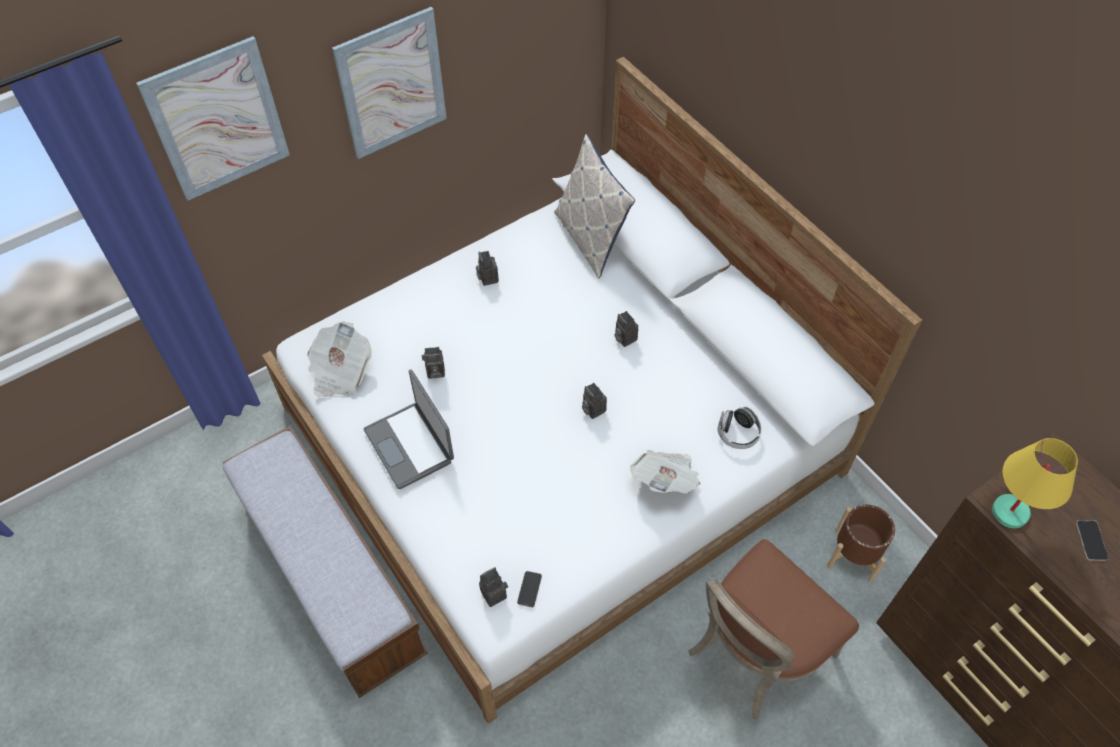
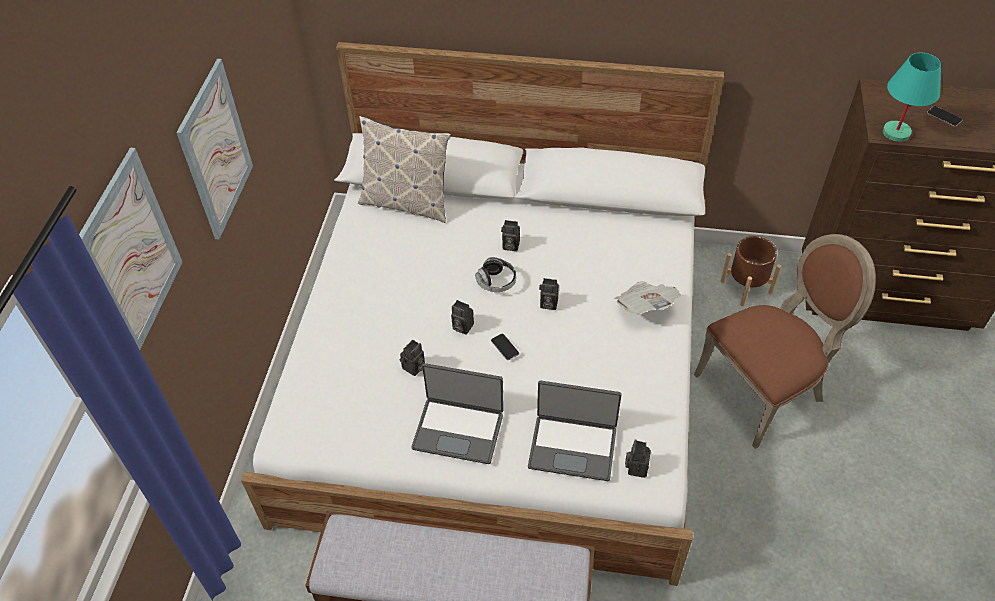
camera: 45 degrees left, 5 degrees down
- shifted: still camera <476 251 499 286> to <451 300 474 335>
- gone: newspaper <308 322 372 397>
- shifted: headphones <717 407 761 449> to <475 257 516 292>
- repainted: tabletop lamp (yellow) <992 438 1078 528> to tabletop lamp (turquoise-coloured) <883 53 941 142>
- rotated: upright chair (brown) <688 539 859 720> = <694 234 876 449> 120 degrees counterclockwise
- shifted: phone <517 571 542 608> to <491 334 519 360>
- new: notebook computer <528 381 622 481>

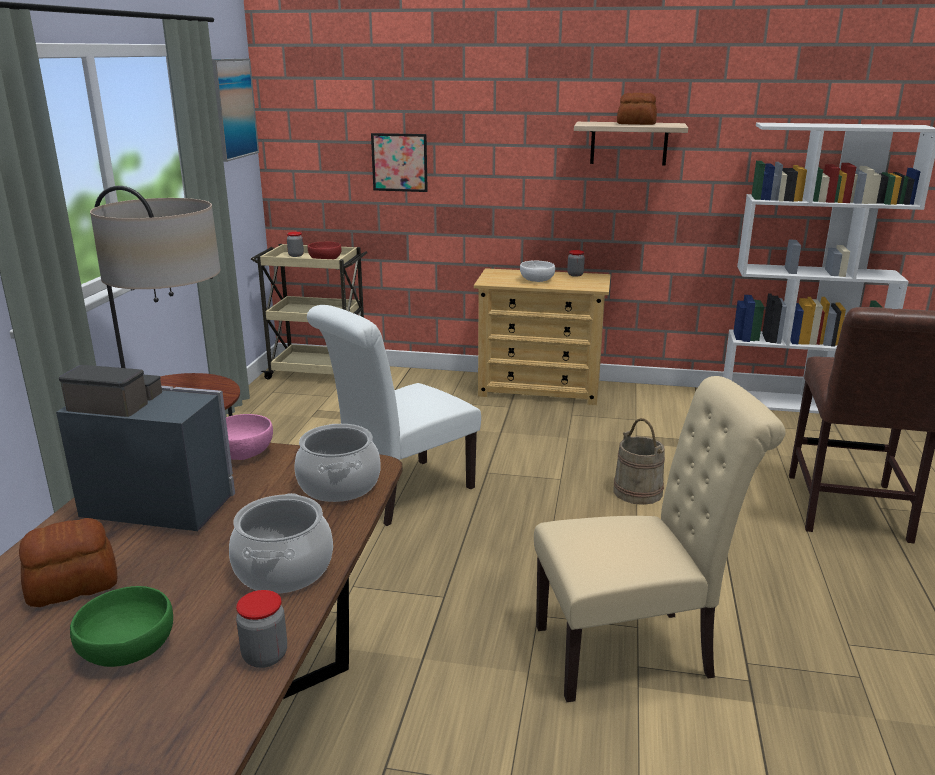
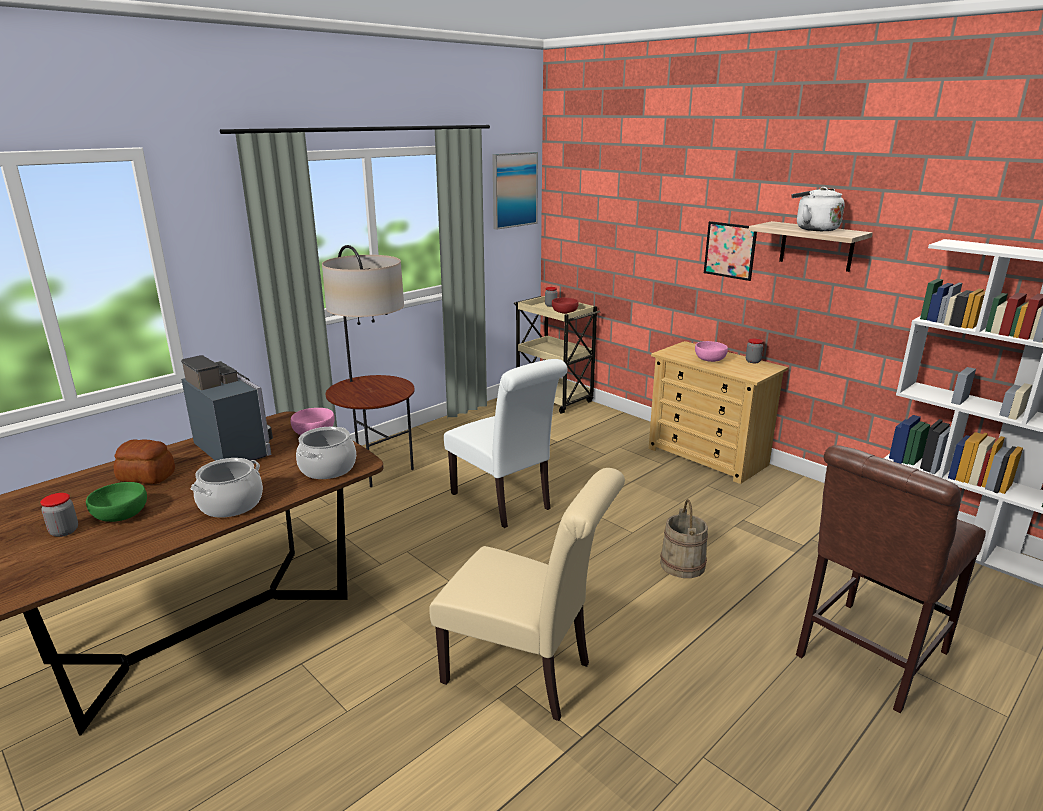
camera: 35 degrees right, 0 degrees up
- swapped: baked bread <617 93 657 125> to tea kettle (white) <792 187 845 231>
- shifted: picture <371 133 428 192> to <704 221 757 281>
- repainted: serving bowl (white) <520 261 555 282> to serving bowl (pinkish) <695 341 728 362>
- rotated: upright chair (white) <307 305 481 526> = <444 359 568 528> 120 degrees counterclockwise
- shifted: preserve jar <236 590 287 668> to <40 493 78 537>

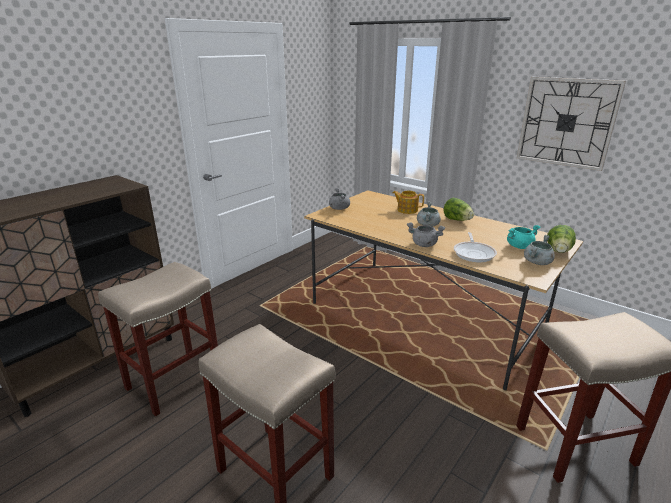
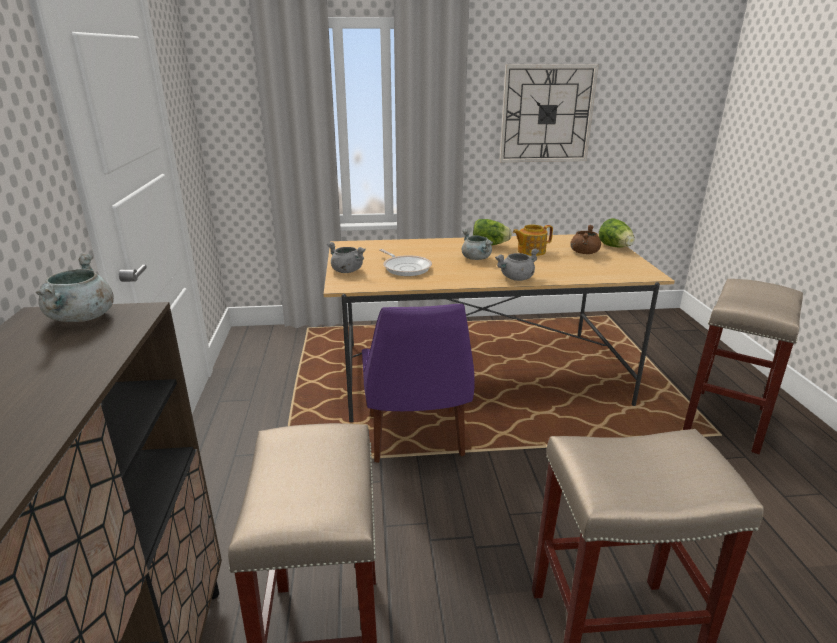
camera: 45 degrees left, 0 degrees up
- shifted: pot for tea <393 191 424 214> to <513 225 553 256>
- repainted: saucepot (turquoise-coloured) <507 225 540 249> to saucepot (brown) <570 225 601 254>
- shifted: pan <454 232 497 262> to <379 249 432 276>
- shifted: saucepot (grey) <524 235 555 265> to <36 254 114 322>
- new: upright chair (purple-coloured) <362 304 475 463>

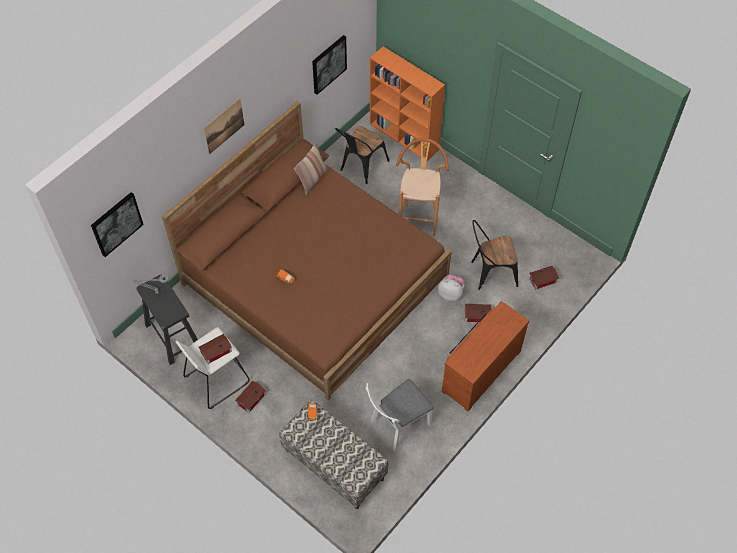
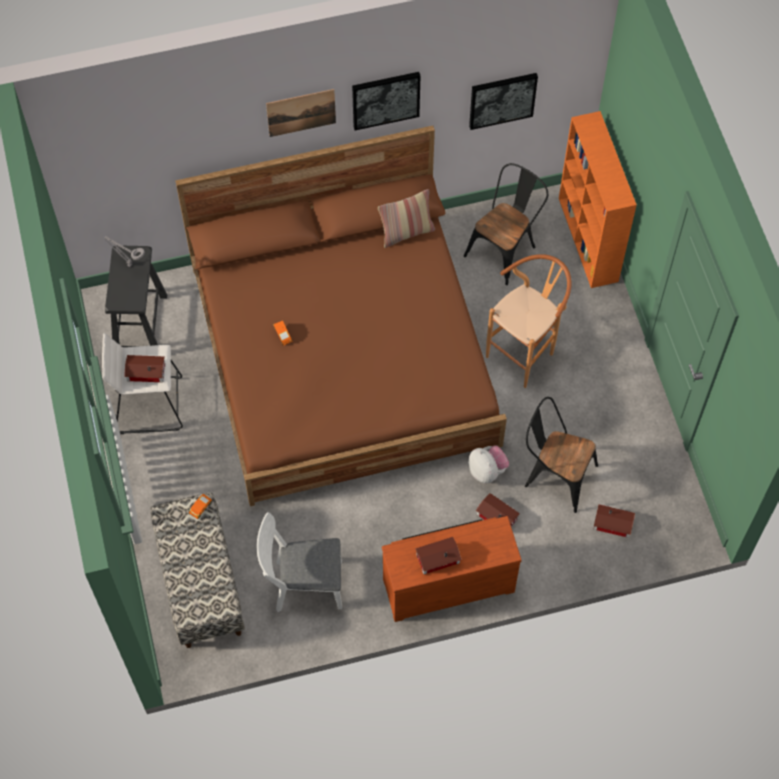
camera: 35 degrees right, 5 degrees up
- rotated: upright chair (black) <335 126 389 184> = <464 163 548 285> 150 degrees clockwise
- shifted: picture <91 192 144 257> to <352 72 420 130>
- shifted: toy house <235 381 266 413> to <415 537 462 575>

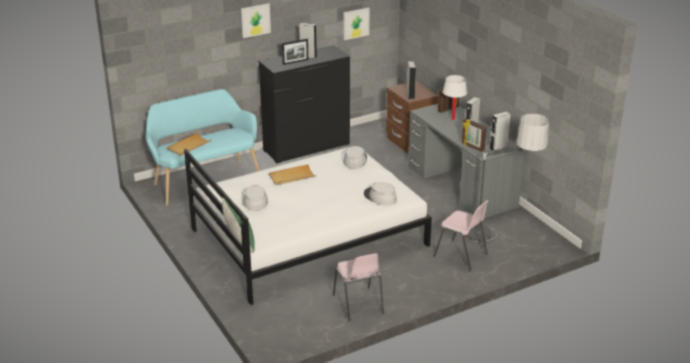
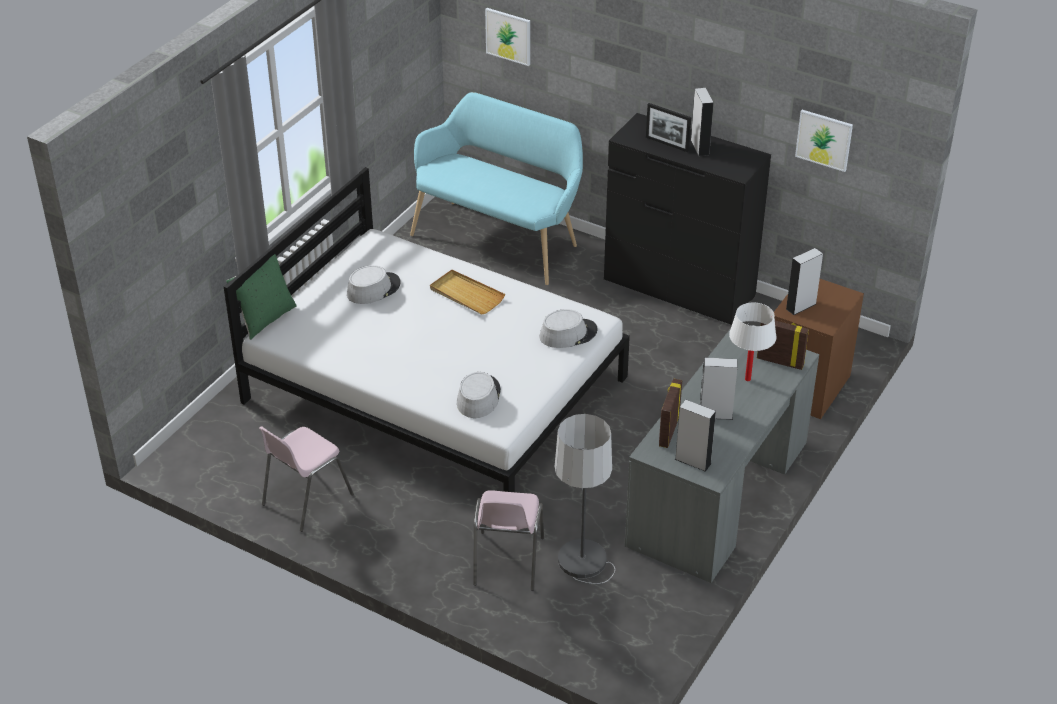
camera: 60 degrees right, 10 degrees up
- shifted: picture <241 3 271 38> to <485 8 530 66>
- gone: carrying tray (beige-coloured) <167 133 212 156>

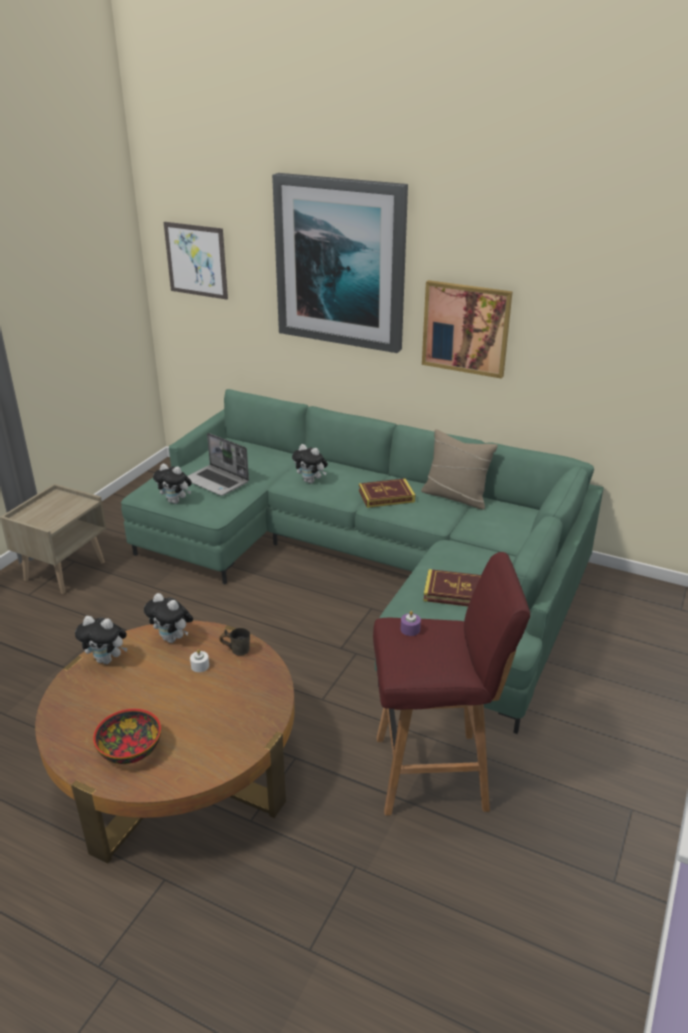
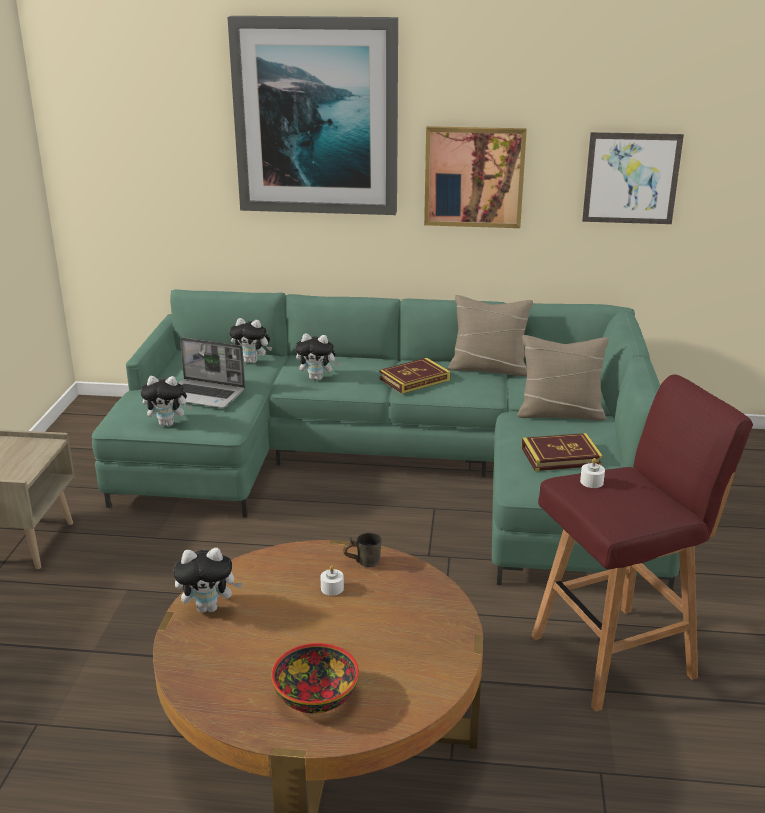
camera: 20 degrees left, 5 degrees down
- shifted: picture <164 222 228 300> to <582 132 684 224>
- shifted: plush toy <144 593 193 643> to <229 318 272 364>
- repainted: wax light (purple-coloured) <401 611 421 636> to wax light (white) <580 458 605 488>
- new: cushion (beige-coloured) <517 335 609 421>

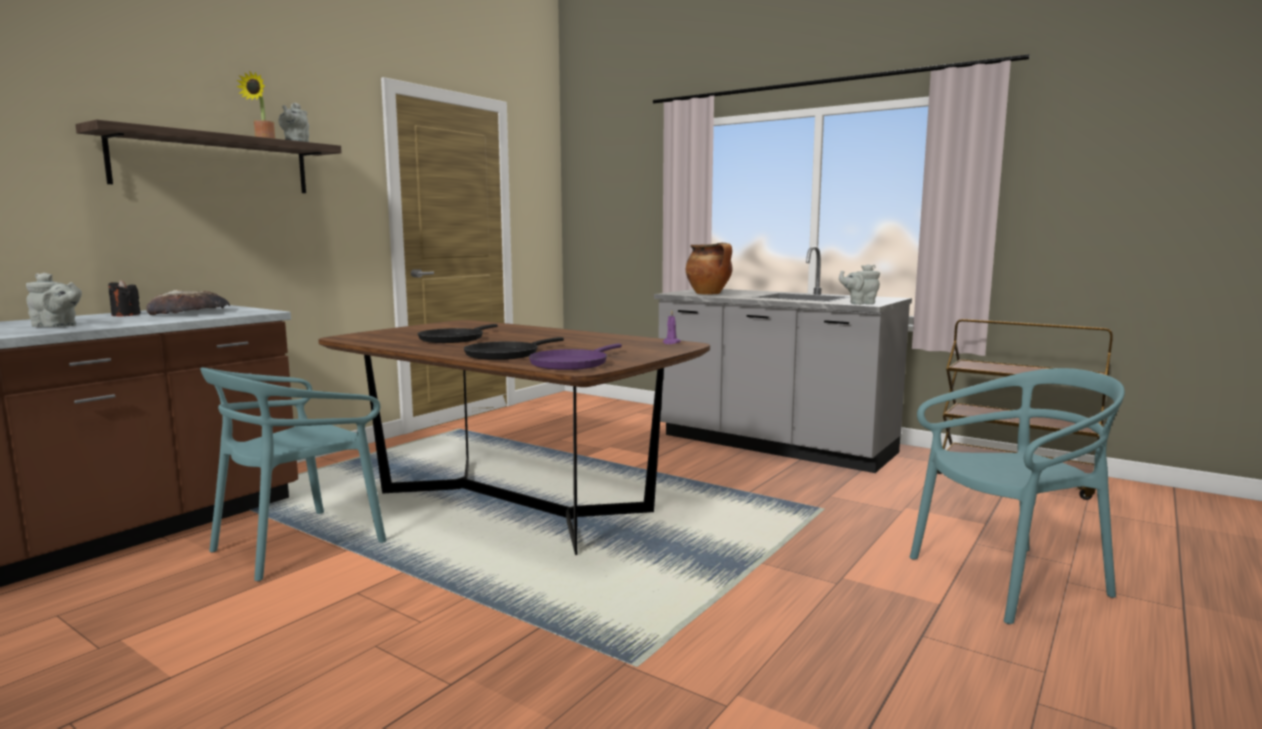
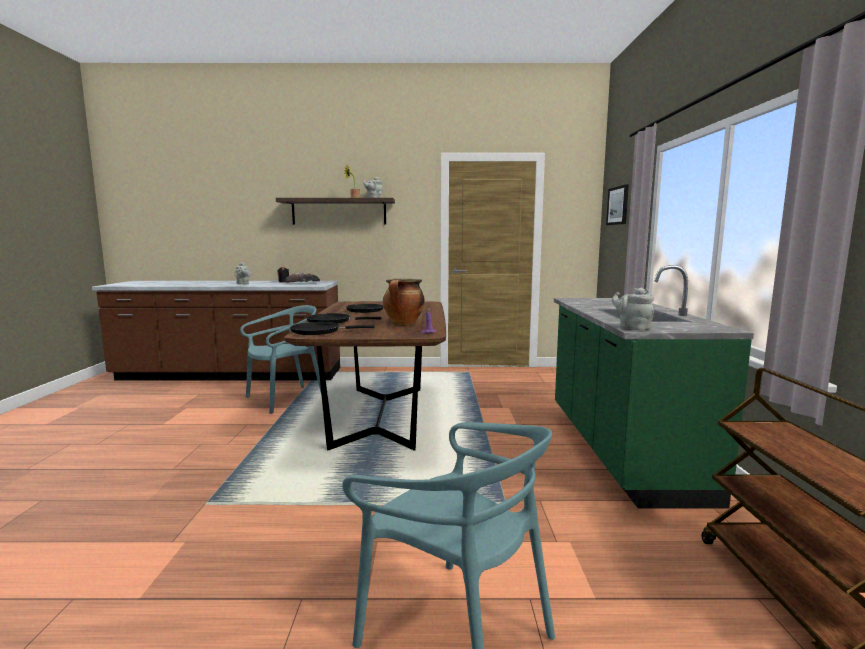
camera: 55 degrees right, 0 degrees up
- shifted: saucepot <686 243 732 295> to <383 279 425 325>
- repainted: counter (grey) <654 246 912 473> to counter (greenish) <554 265 754 509>
- repainted: pan (purple-coloured) <529 344 622 370> to pan (black) <290 322 375 335>
- rotated: upright chair (turquoise-coloured) <200 367 387 581> = <240 305 322 414> 135 degrees clockwise
- new: picture <606 184 629 225>

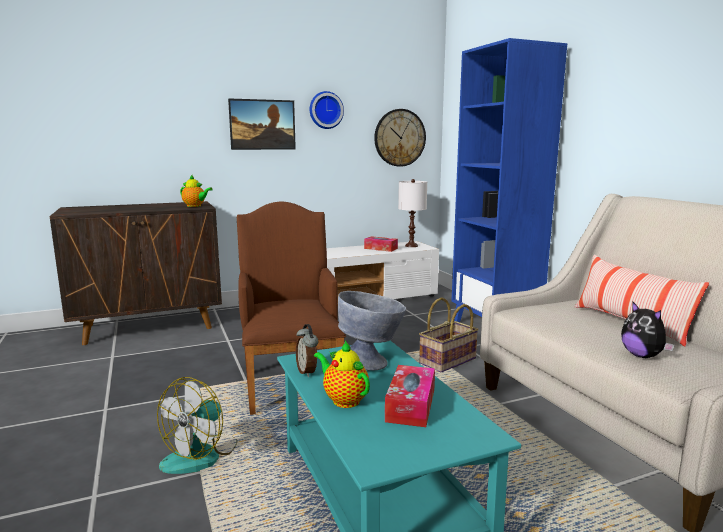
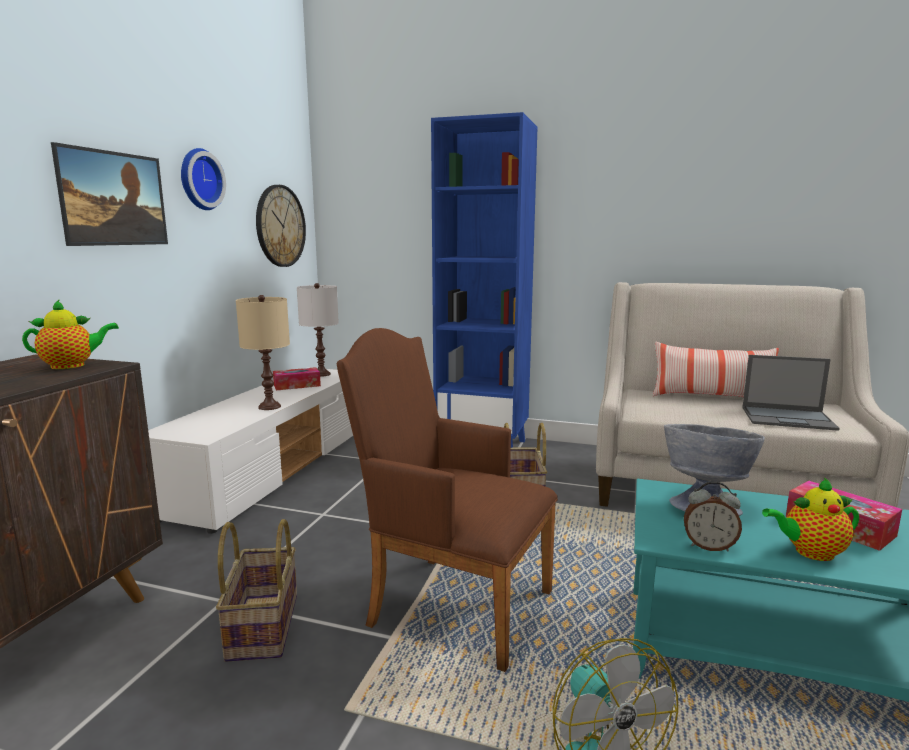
camera: 50 degrees left, 0 degrees up
- swapped: plush toy <621 301 675 358> to notebook computer <742 355 840 431>
- new: tabletop lamp (beige-coloured) <236 295 290 410>
- new: household basket <216 519 297 662>

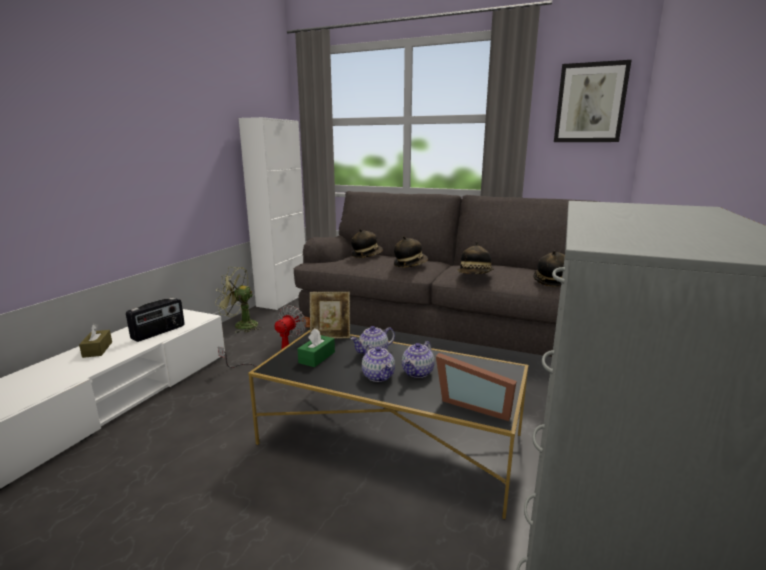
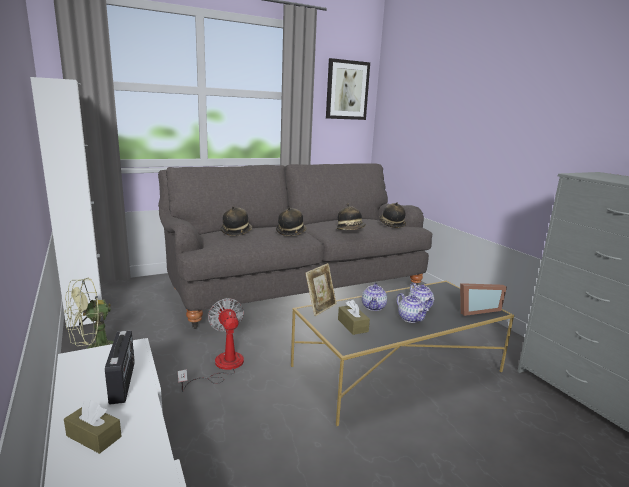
camera: 50 degrees left, 0 degrees up
- repainted: tissue holder (greenish) <297 328 335 367> to tissue holder (brown) <338 300 370 335>
- rotated: pot for tea <362 344 395 382> = <397 293 429 323> 45 degrees clockwise

